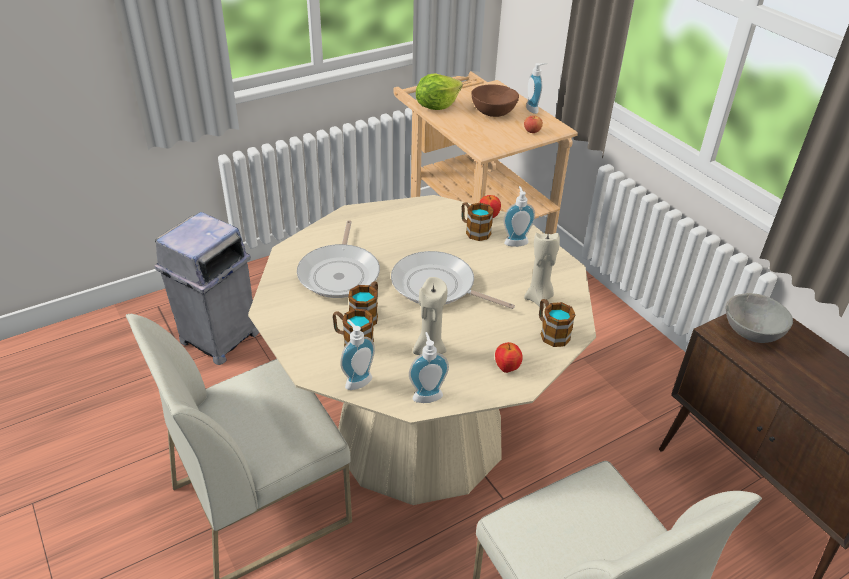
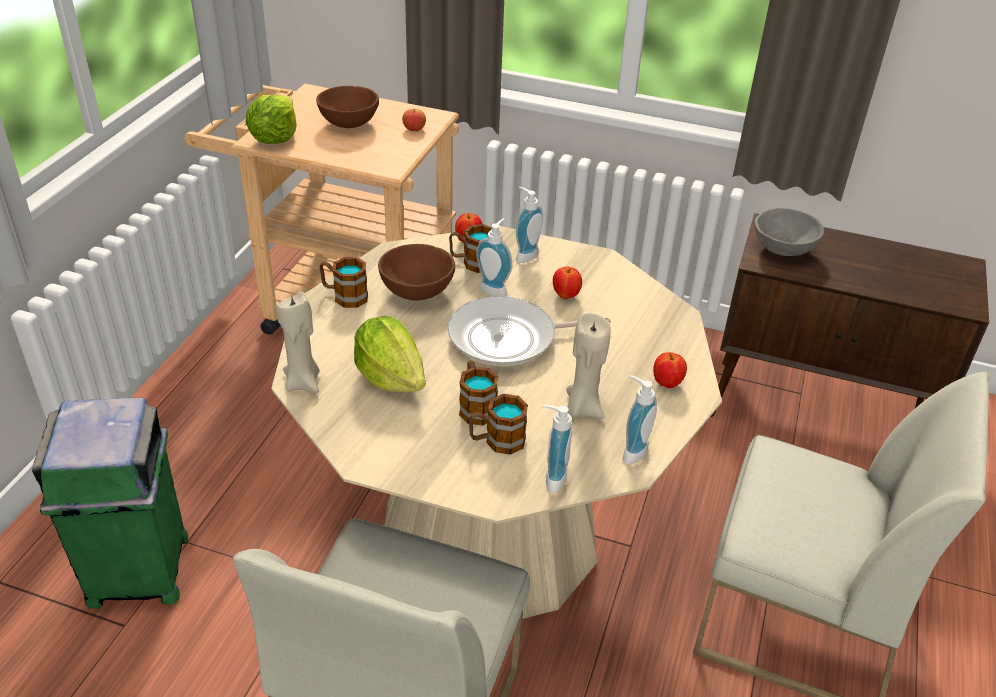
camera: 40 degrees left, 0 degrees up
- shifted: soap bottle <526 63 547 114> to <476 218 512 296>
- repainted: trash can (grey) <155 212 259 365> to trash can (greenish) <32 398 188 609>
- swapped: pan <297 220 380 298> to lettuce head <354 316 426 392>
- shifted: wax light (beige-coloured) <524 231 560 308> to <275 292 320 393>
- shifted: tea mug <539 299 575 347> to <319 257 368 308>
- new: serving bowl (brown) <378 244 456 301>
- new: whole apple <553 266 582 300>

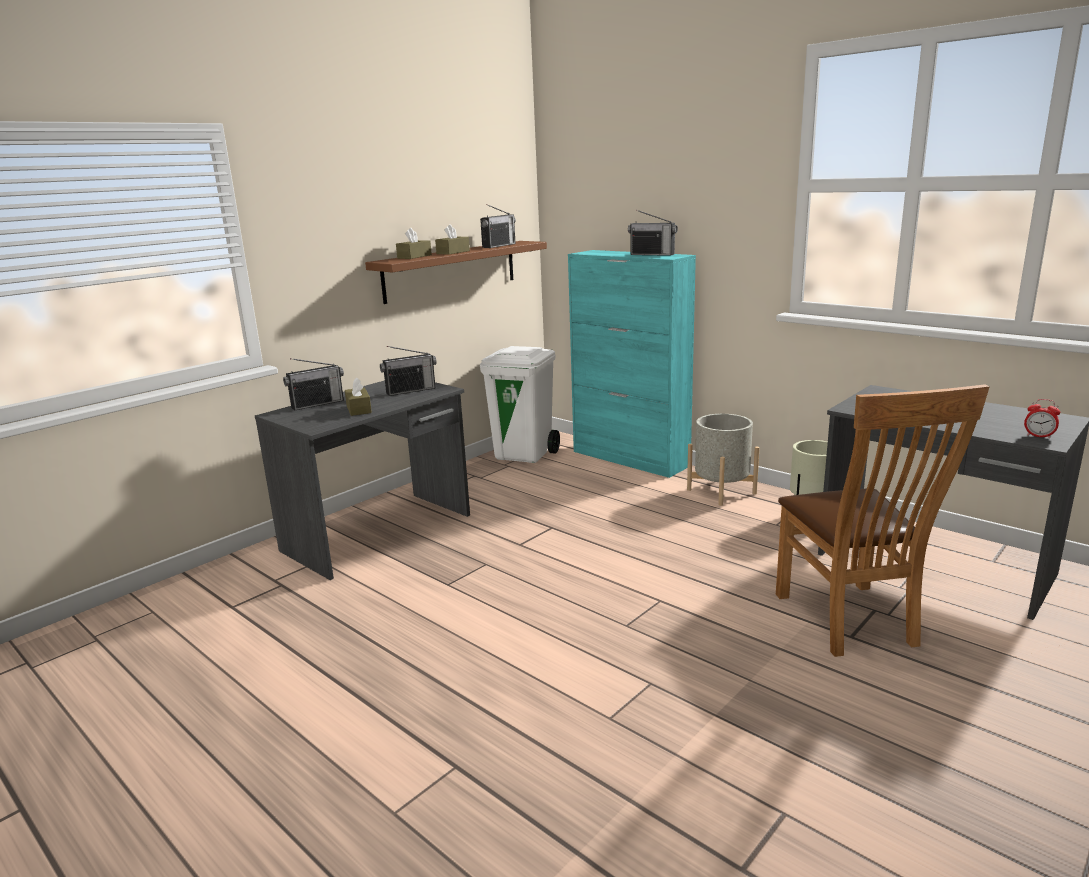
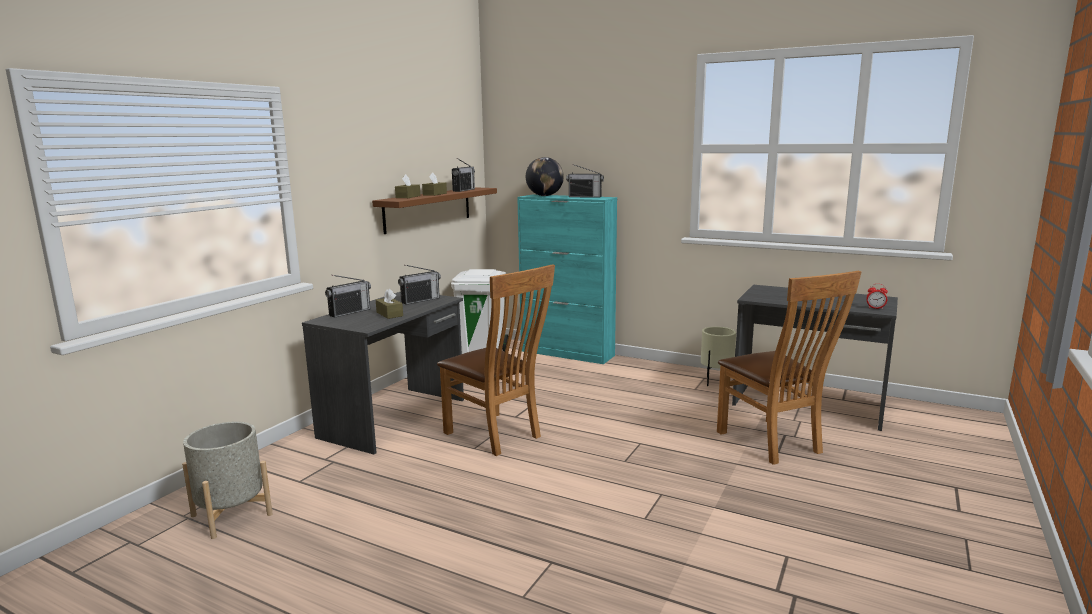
camera: 15 degrees left, 5 degrees down
- shifted: flower pot (grey) <687 414 759 506> to <182 421 273 539>
- new: globe <526 157 564 196>
- new: upright chair (brown) <437 264 555 456>

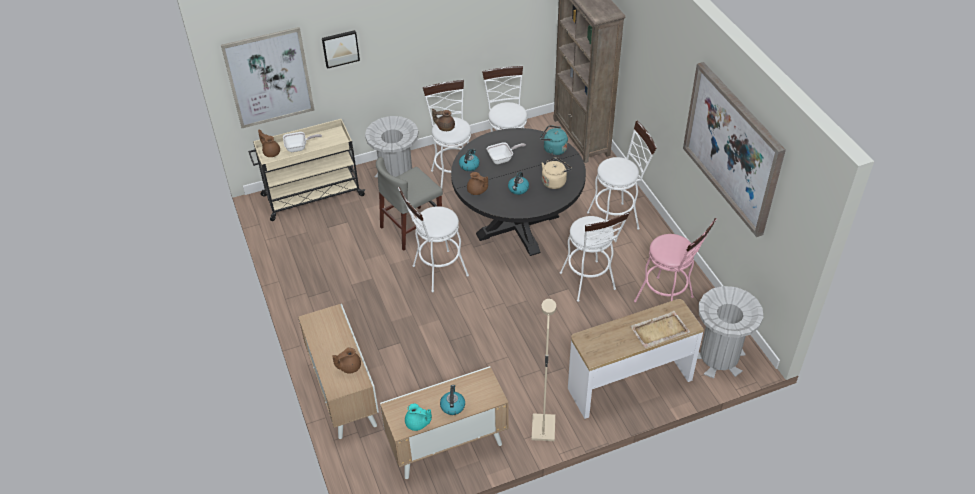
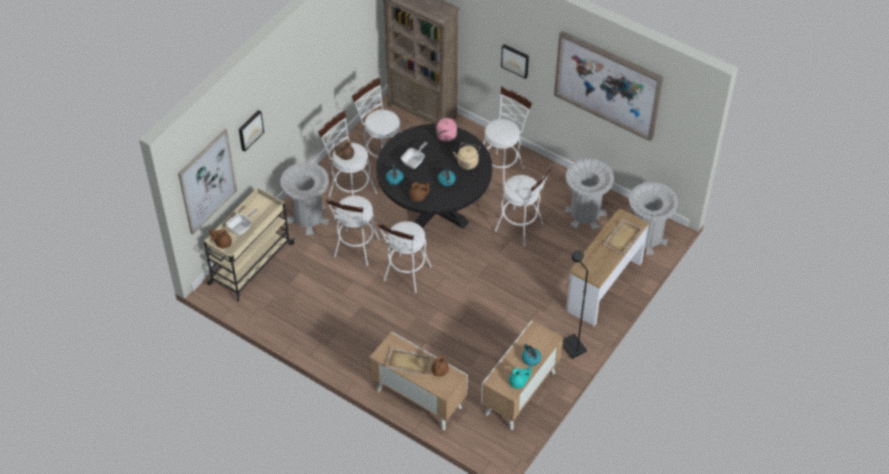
camera: 35 degrees left, 5 degrees up
- repainted: tea kettle (turquoise-coloured) <540 125 568 156> to tea kettle (pinkish) <434 116 457 142>
- swapped: upright chair (grey) <376 157 443 251> to stool (white) <326 196 380 266>
- swapped: stool (pinkish) <634 218 717 302> to trash can (grey) <564 158 614 230>
- repainted: standard lamp (beige-coloured) <532 299 556 441> to standard lamp (black) <563 250 588 359>
- new: picture <501 44 529 79>
- new: carrying tray (beige-coloured) <385 347 432 376>

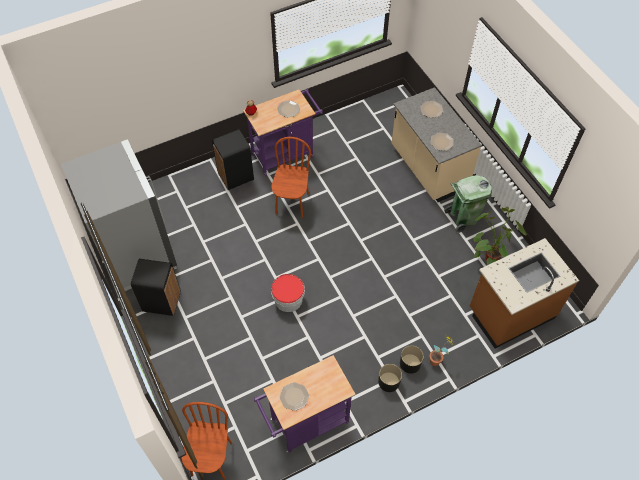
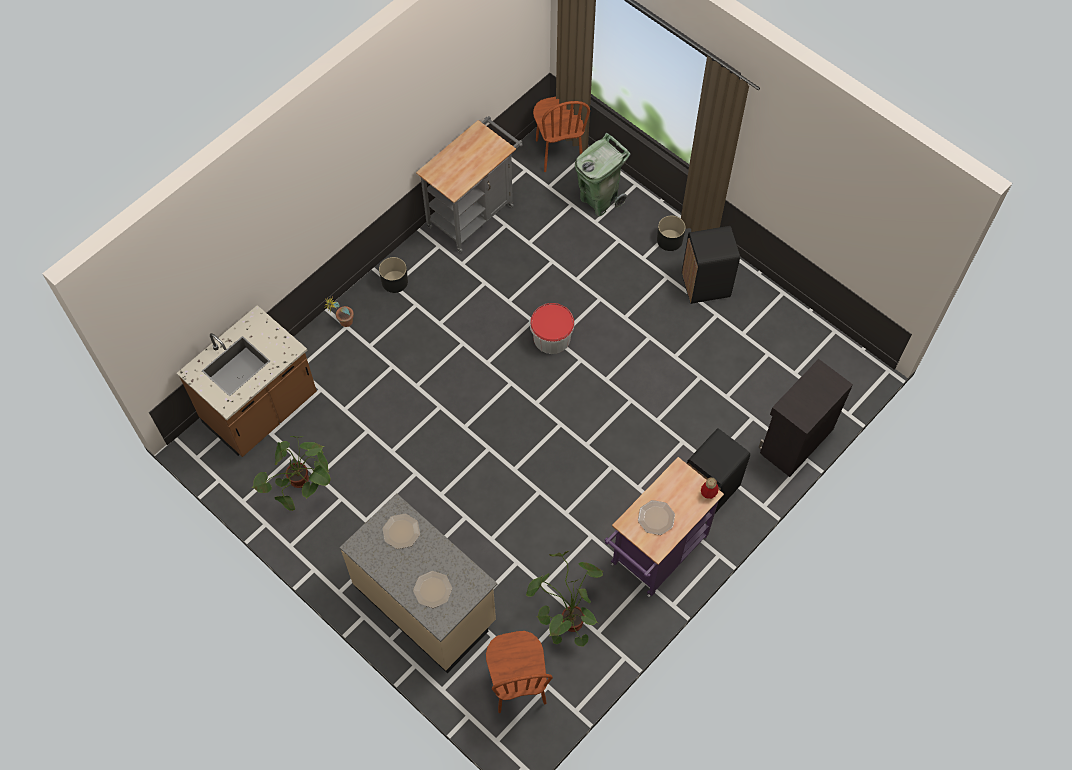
camera: 160 degrees right, 5 degrees up
- shifted: upright chair (brown) <271 137 311 218> to <486 631 553 713>
- gone: refrigerator (grey) <61 139 177 291>
- shifted: trash can (greenish) <444 175 492 233> to <575 133 631 217>
- shifted: flower pot (black) <400 345 424 374> to <657 216 685 251>
- repainted: wheeled cart (purple-coloured) <254 355 355 453> to wheeled cart (grey) <416 116 523 253>
- gone: dinner plate <279 382 309 411>
- new: cabinet (black) <758 359 853 477>
- new: plant in a pot <526 551 603 647>

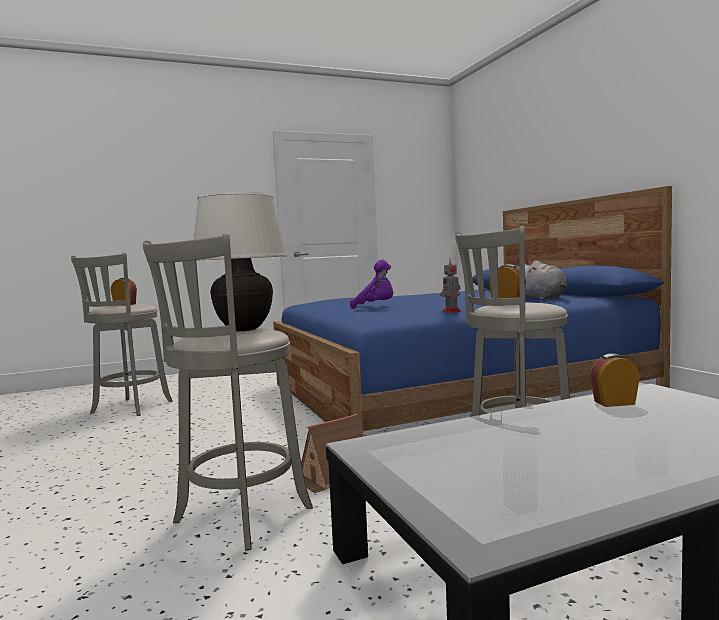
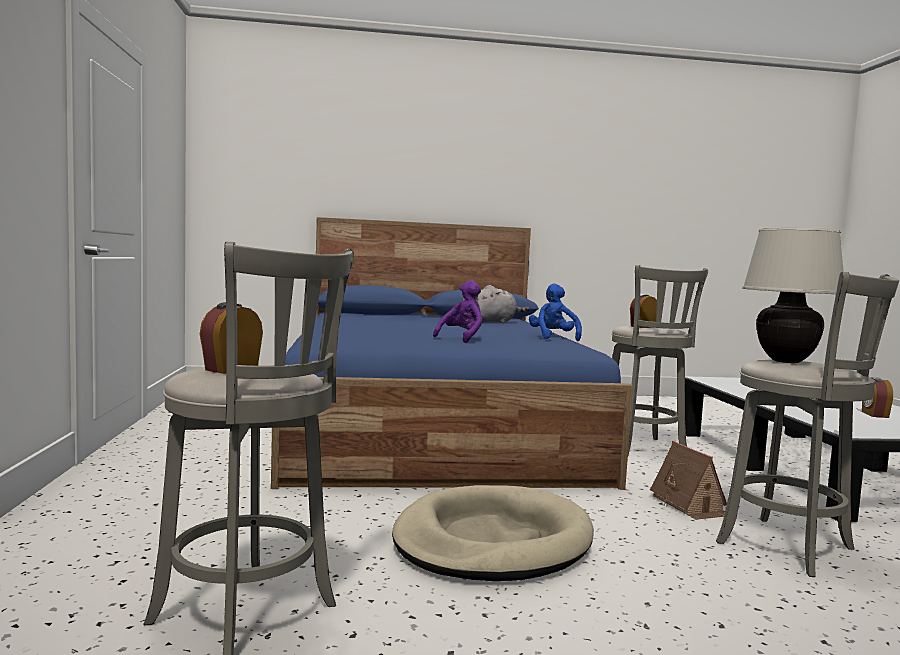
camera: 75 degrees left, 0 degrees up
- swapped: toy robot <440 258 461 313> to plush toy (blue) <529 284 582 341>
- shifted: table clock <590 353 640 407> to <862 377 893 418>
- new: pet bed (beige-coloured) <392 485 594 581>

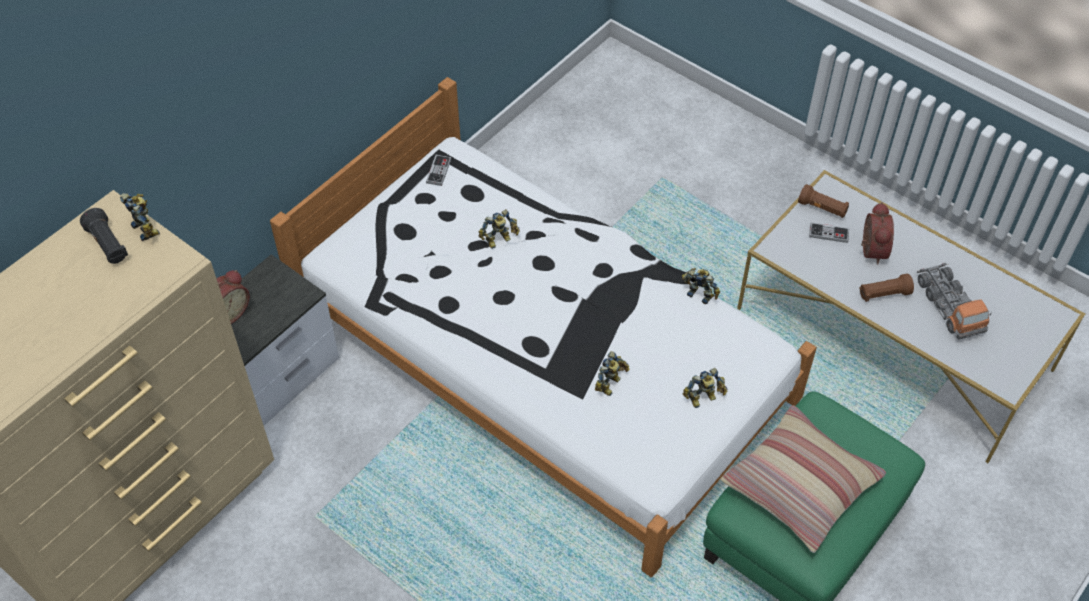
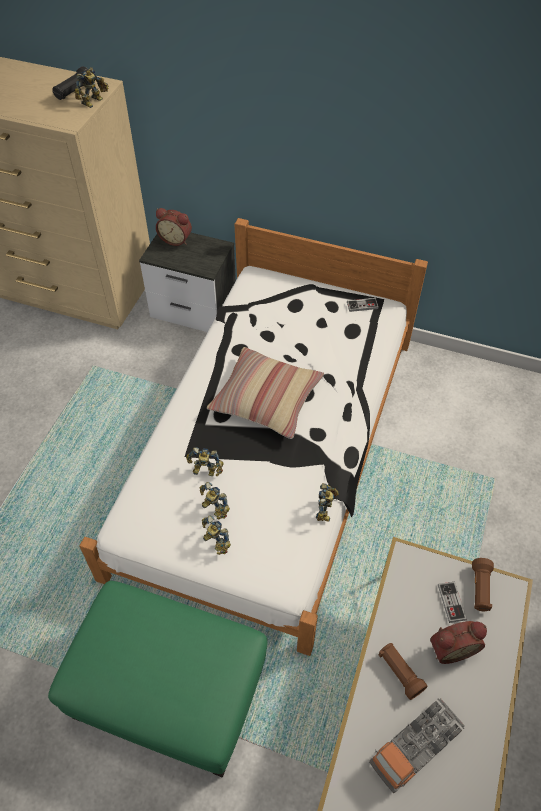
camera: 70 degrees right, 0 degrees up
- shifted: toy robot <479 209 520 249> to <200 482 230 519>
- shifted: cushion <721 405 886 553> to <207 347 324 439>

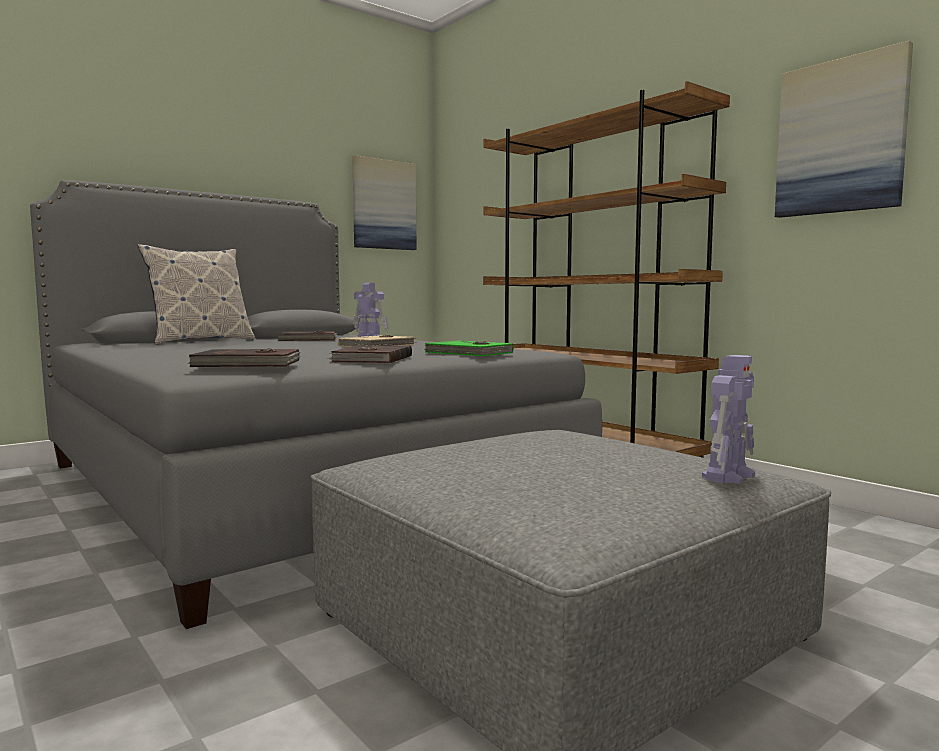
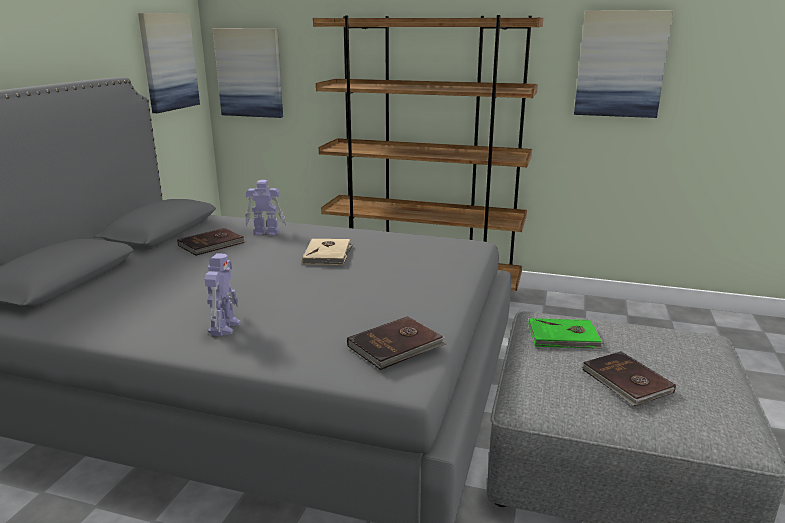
camera: 35 degrees left, 15 degrees up
- gone: cushion <138 244 255 344>
- shifted: book (greenish) <424 340 513 356> to <528 318 603 349>
- shifted: book (brown) <326 345 412 363> to <582 351 676 406>
- shifted: toy robot <702 355 755 484> to <204 253 241 336>
- new: picture <213 28 283 118>

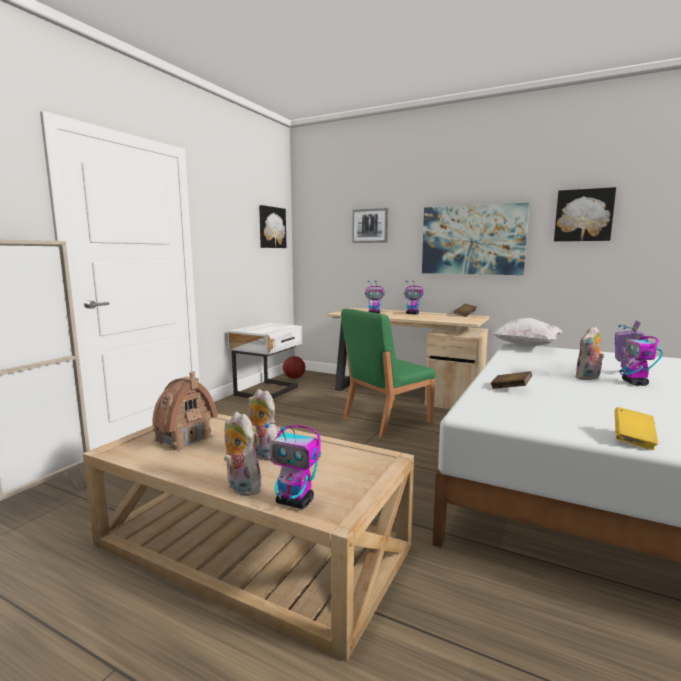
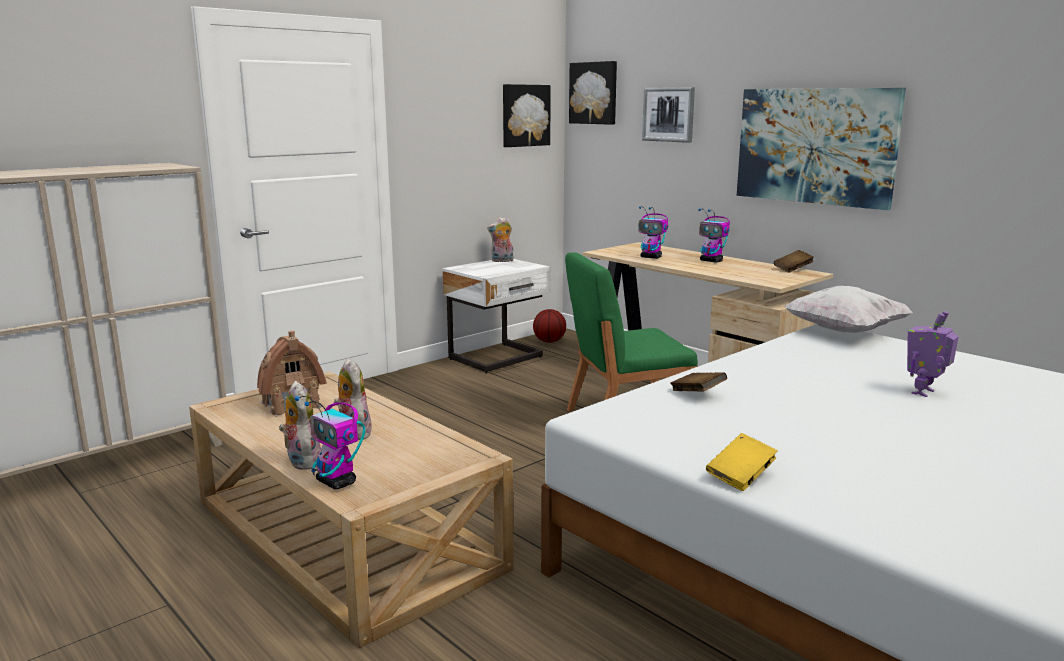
camera: 20 degrees right, 5 degrees up
- shifted: picture <554 187 616 241> to <569 61 617 125>
- gone: toy robot <618 325 663 386>
- shifted: plush toy <575 326 604 380> to <487 217 514 262>

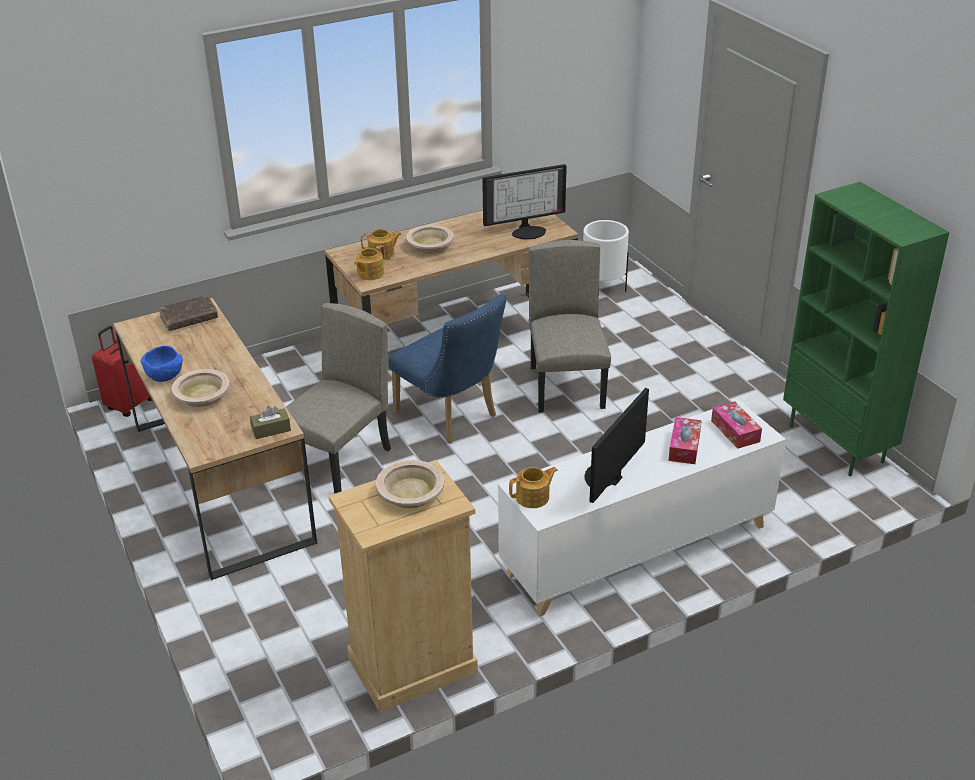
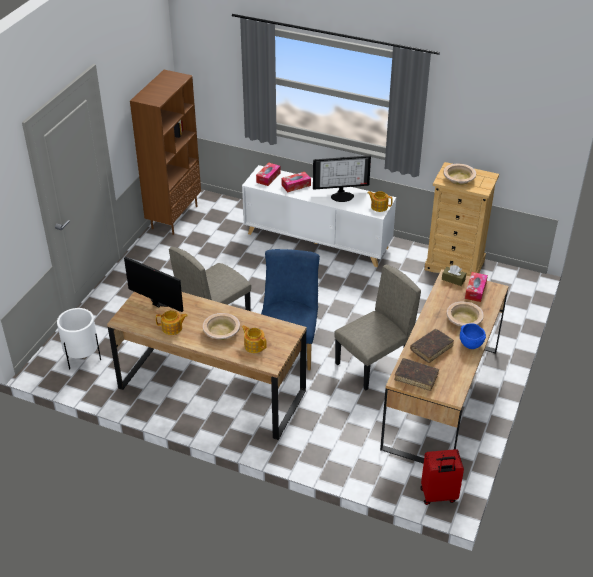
camera: 130 degrees left, 5 degrees up
- repainted: bookshelf (greenish) <783 182 950 476> to bookshelf (brown) <130 70 201 235>
- shifted: pot for tea <354 245 385 280> to <156 310 188 335>
- rotated: upright chair (beige-coloured) <286 303 391 494> = <334 264 421 391> 150 degrees clockwise
- new: tissue holder <465 272 488 302>
- new: book (brown) <410 329 454 363>

